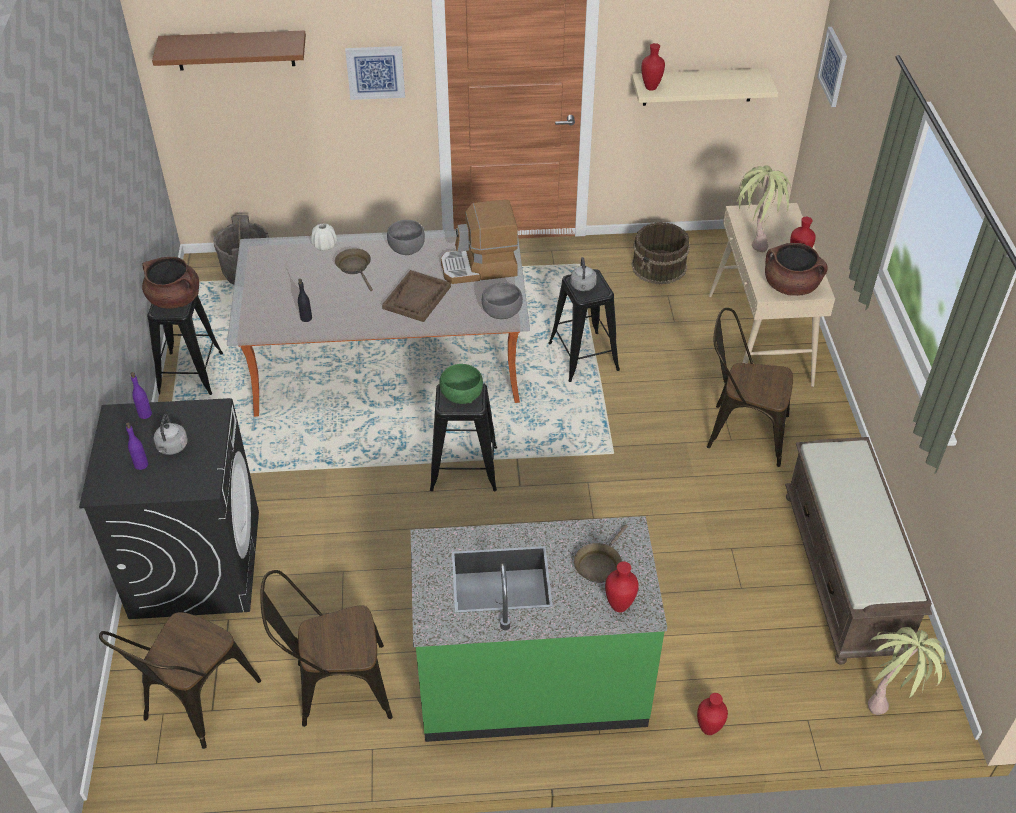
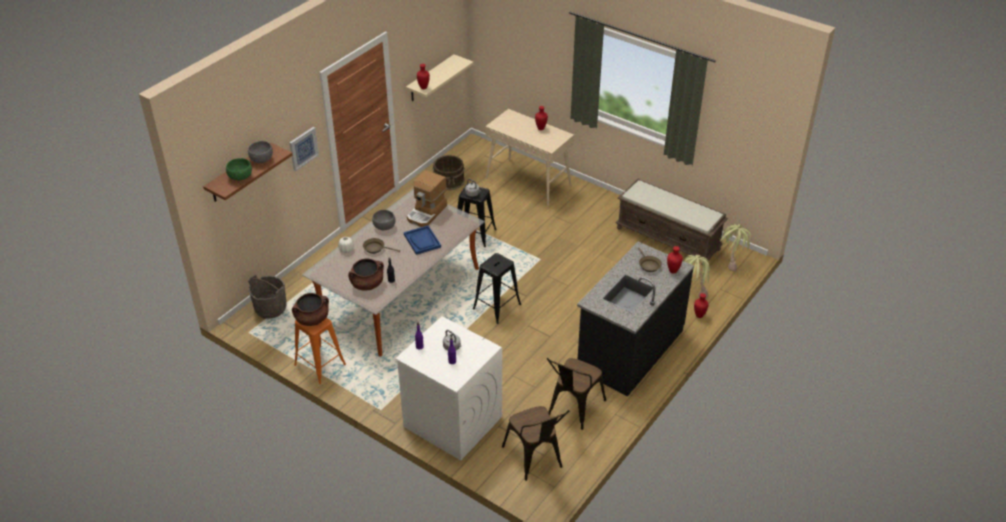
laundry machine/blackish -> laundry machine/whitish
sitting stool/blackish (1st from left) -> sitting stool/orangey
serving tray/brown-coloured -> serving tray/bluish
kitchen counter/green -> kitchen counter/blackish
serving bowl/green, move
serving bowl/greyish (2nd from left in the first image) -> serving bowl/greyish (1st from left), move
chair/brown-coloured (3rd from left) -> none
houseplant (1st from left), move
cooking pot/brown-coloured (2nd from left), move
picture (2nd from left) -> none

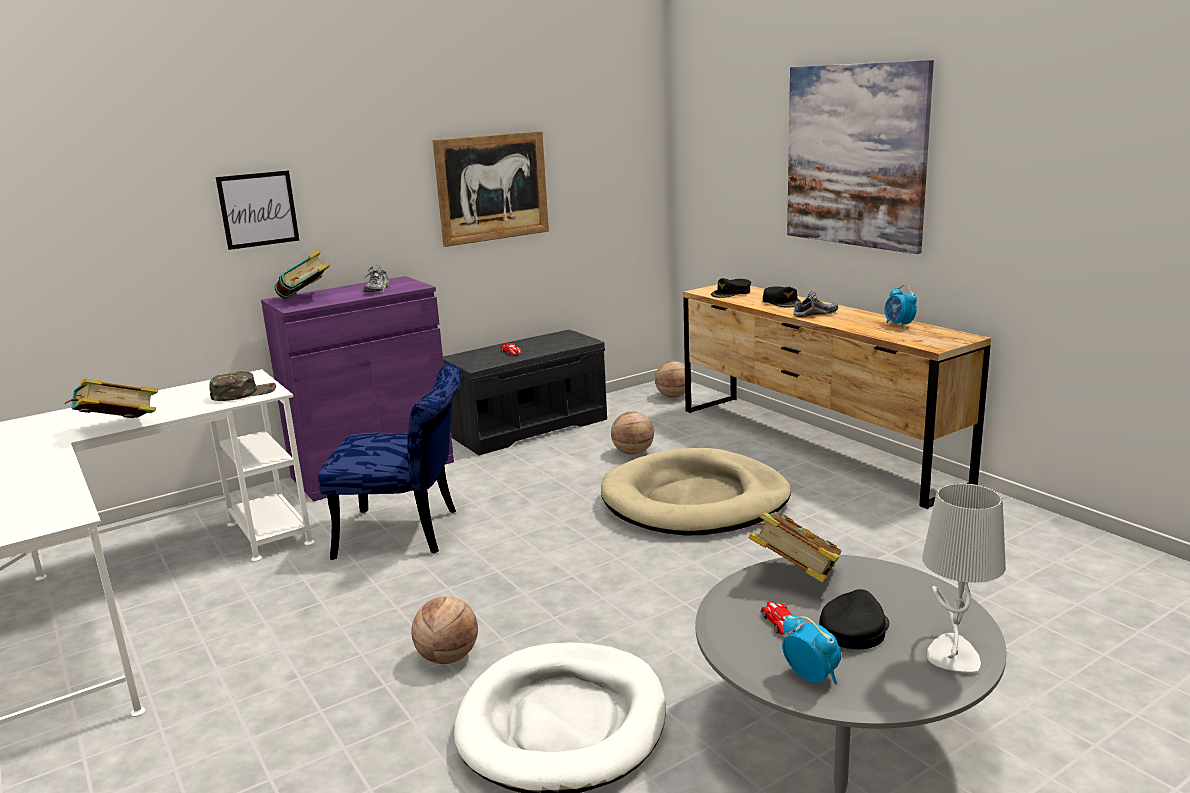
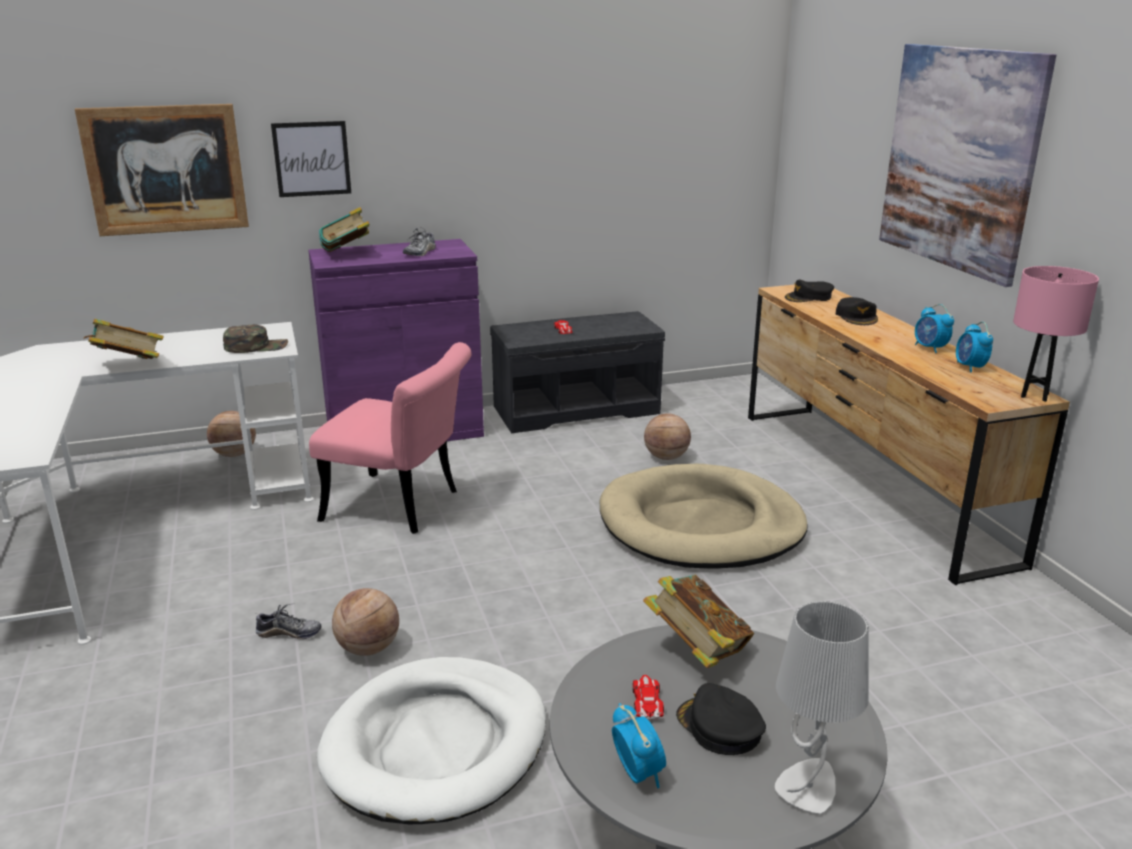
chair/bluish -> chair/pink
picture (2nd from left in the first image) -> picture (1st from left), move
basketball ball (3rd from left in the first image) -> basketball ball (1st from left), move
shoe (2nd from left in the first image) -> shoe (1st from left), move
peaked cap/blackish (3rd from left in the first image) -> peaked cap/blackish (1st from left), 90 degrees counterclockwise
none -> alarm clock (2nd from left)
none -> tabletop lamp/pink

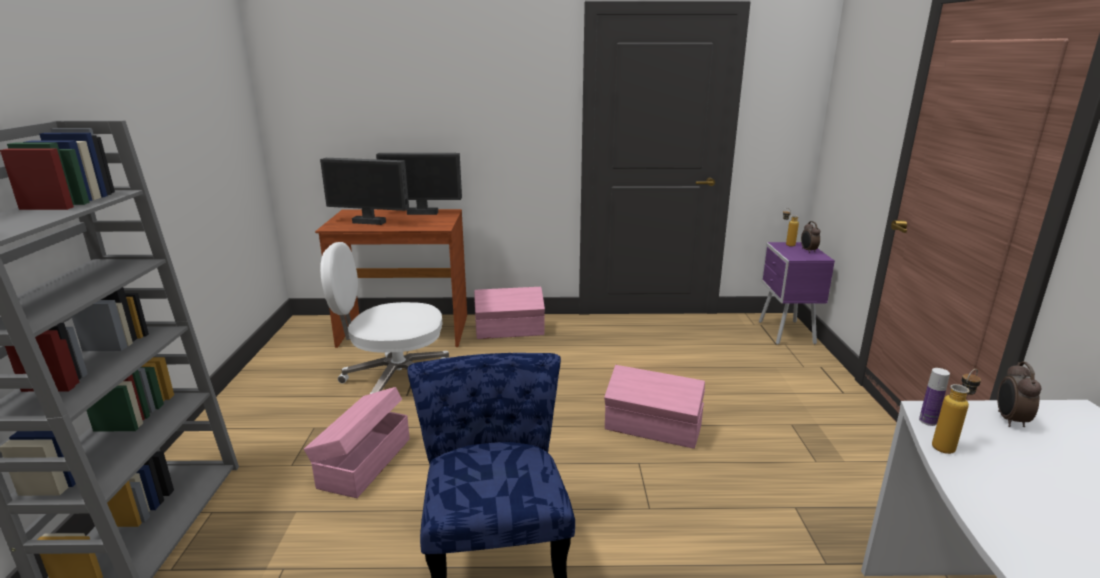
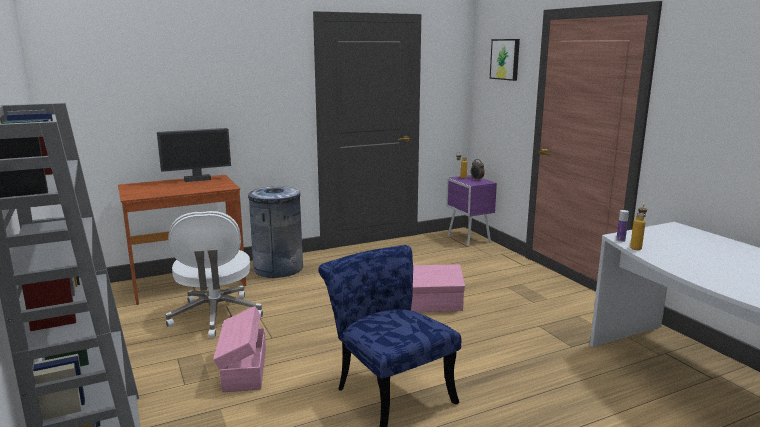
monitor (1st from left) -> none
office chair/whitish, 75 degrees counterclockwise
storage container/pink (2nd from left) -> waste bin/greyish
alarm clock (2nd from left) -> none
none -> picture

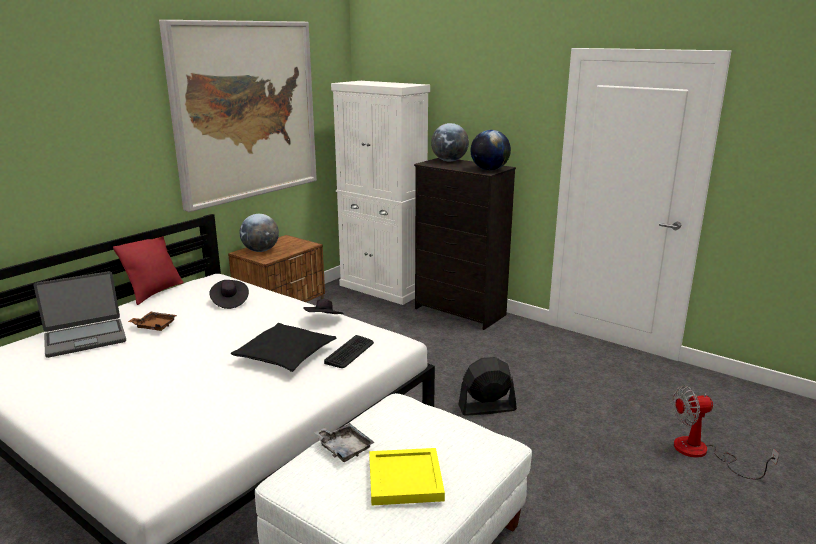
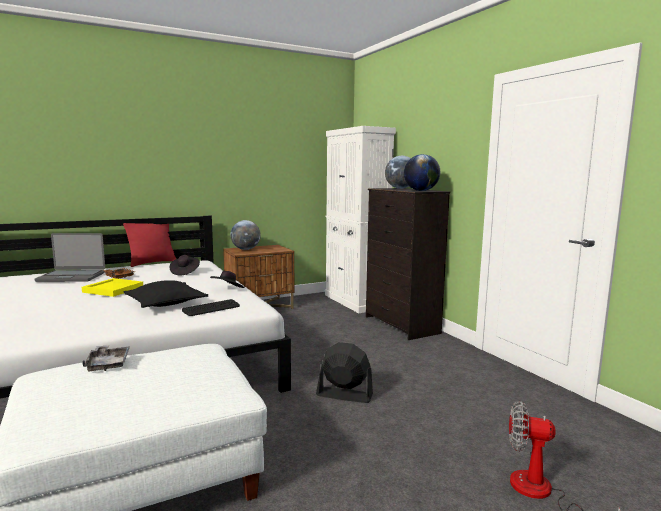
picture -> none
serving tray/yellow-coloured, move

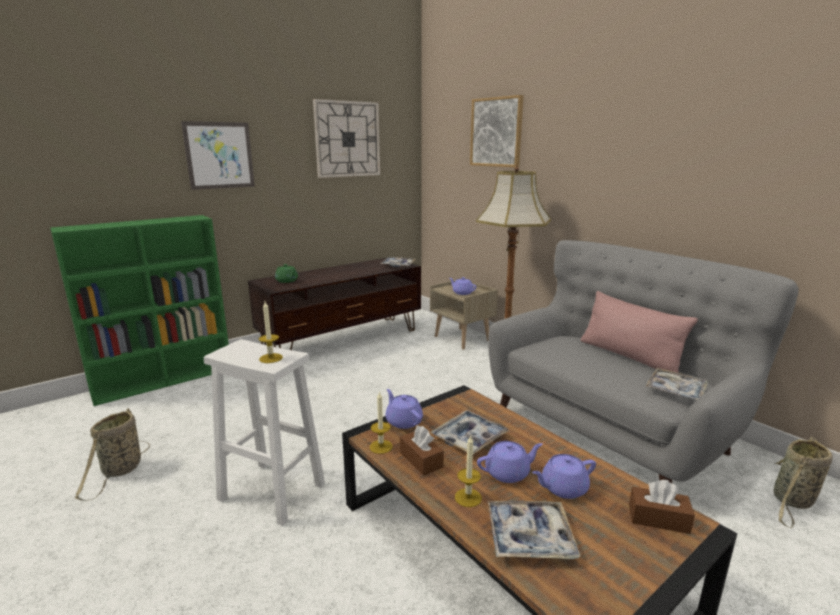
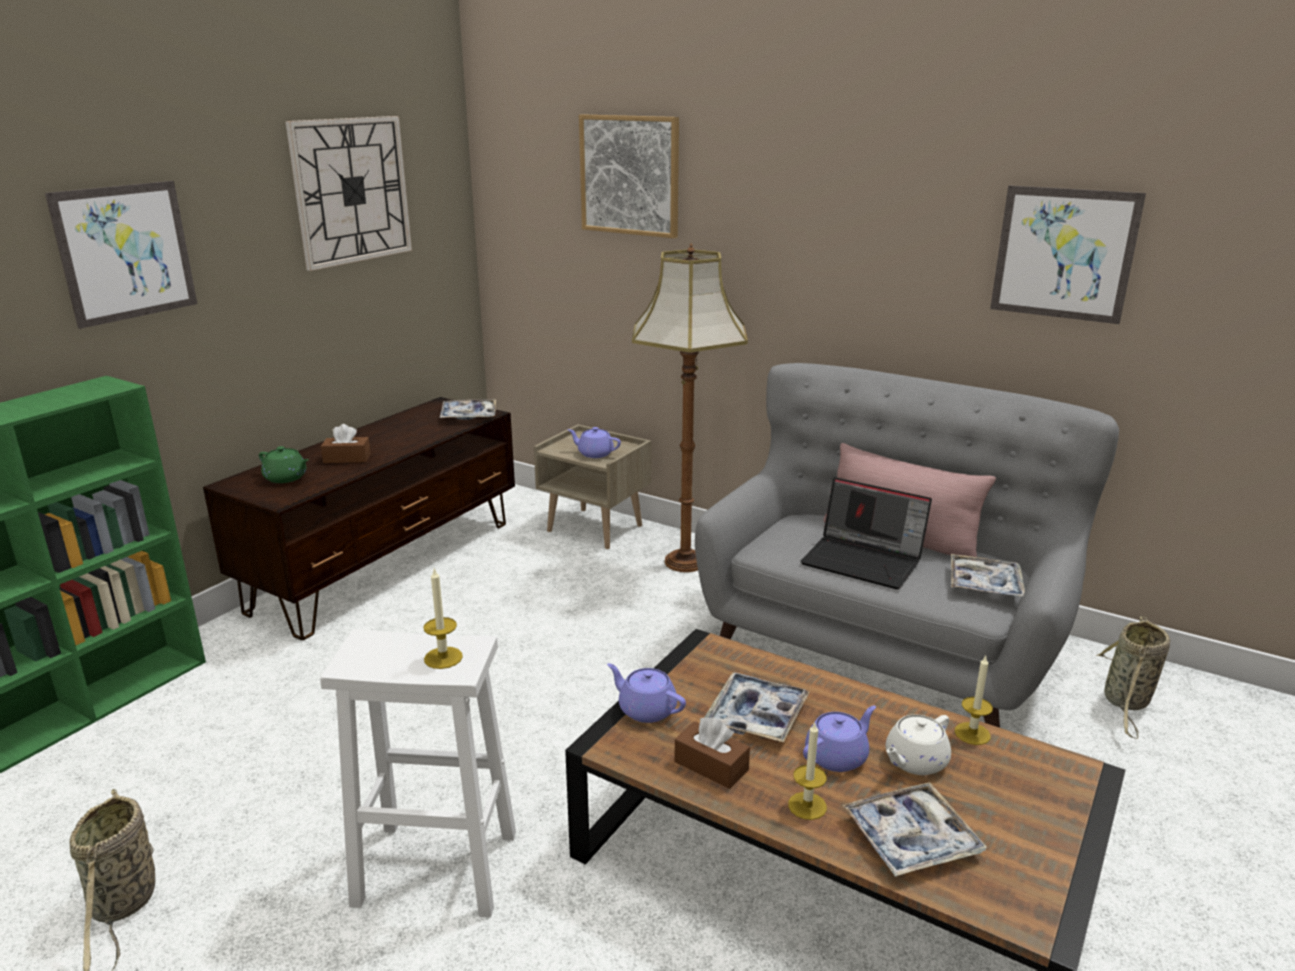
wax candle (2nd from left in the first image) -> wax candle (3rd from left), move
pot for tea/purplish (4th from left) -> pot for tea/whitish
tissue holder/brown-coloured (2nd from left in the first image) -> tissue holder/brown-coloured (1st from left), move
none -> laptop
none -> picture (3rd from left)

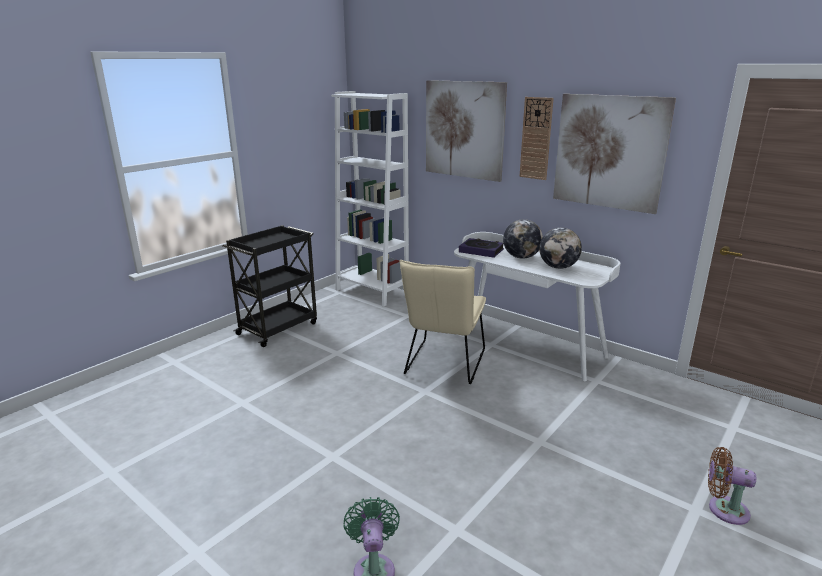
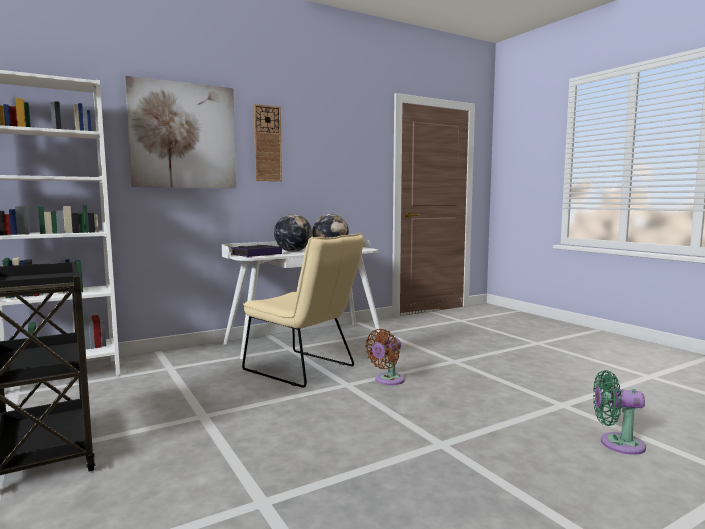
picture (2nd from left) -> none
fan/brown-coloured, move

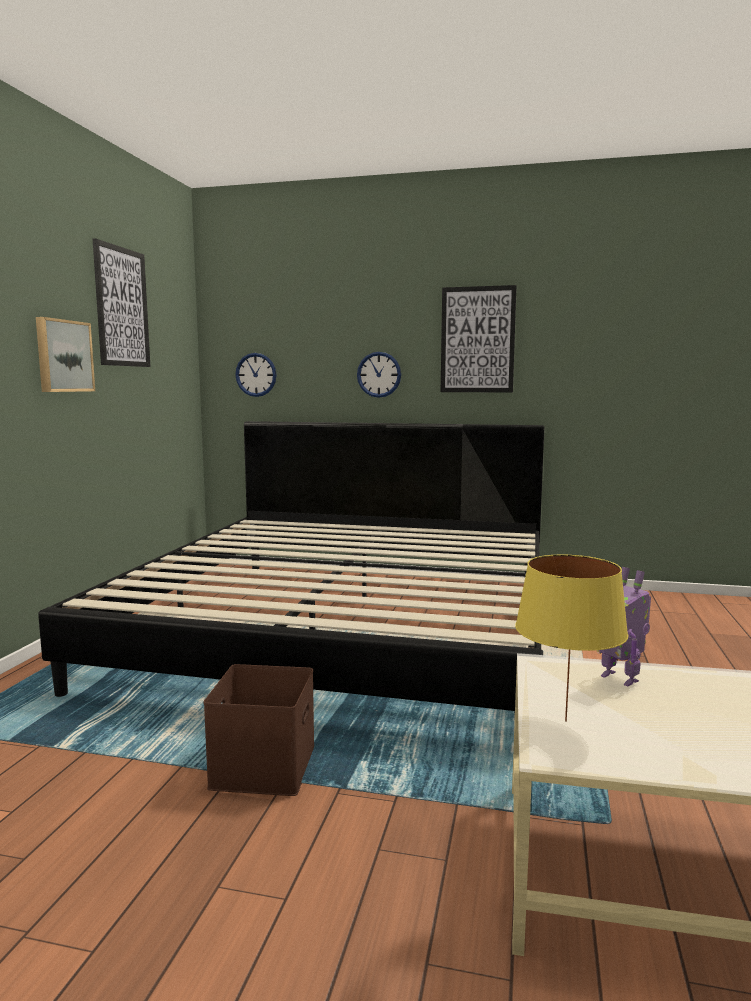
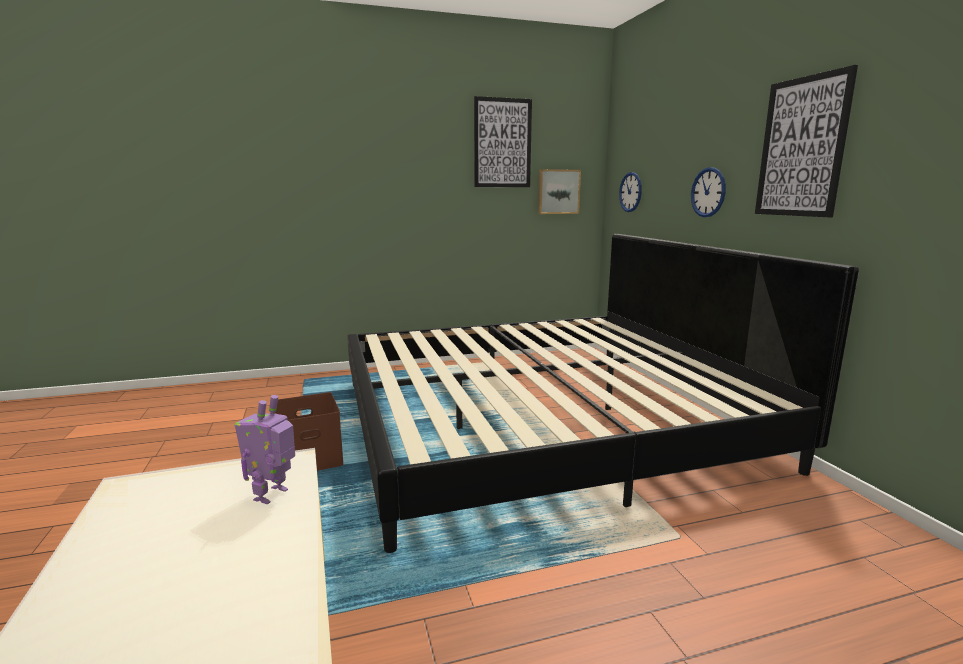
picture (1st from left in the first image) -> picture (2nd from left), move
tabletop lamp/yellow-coloured -> none

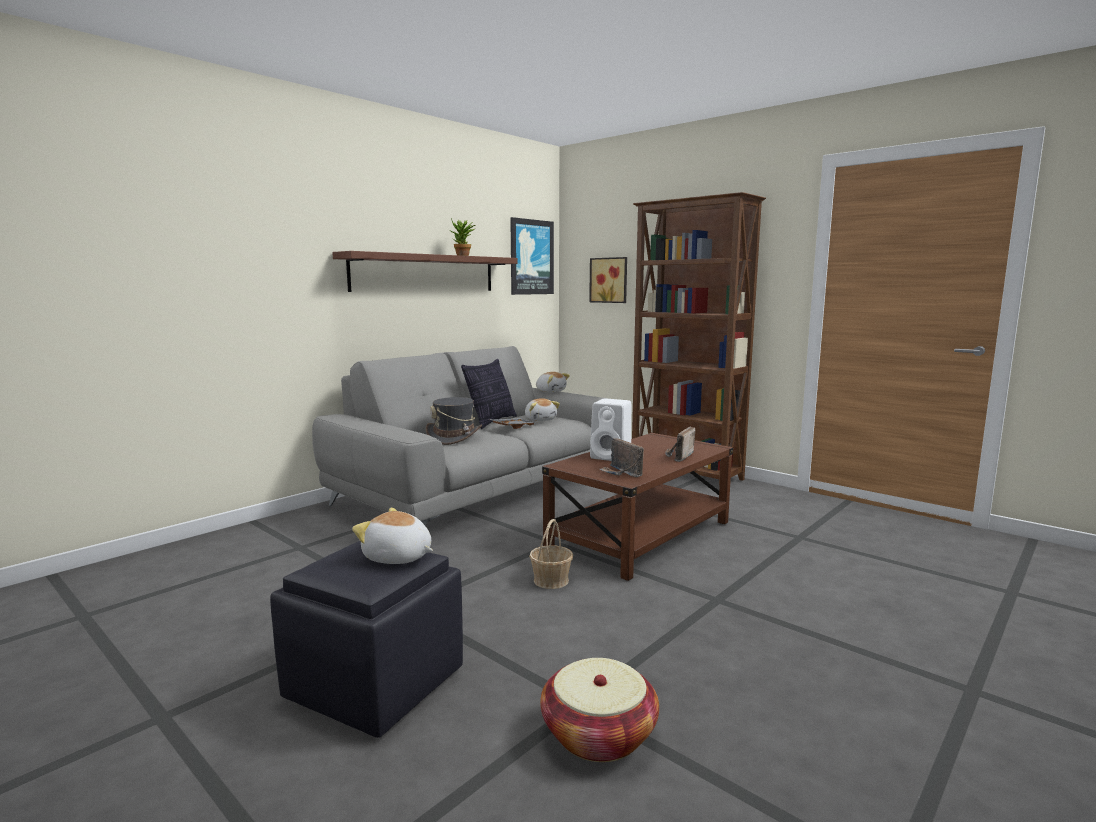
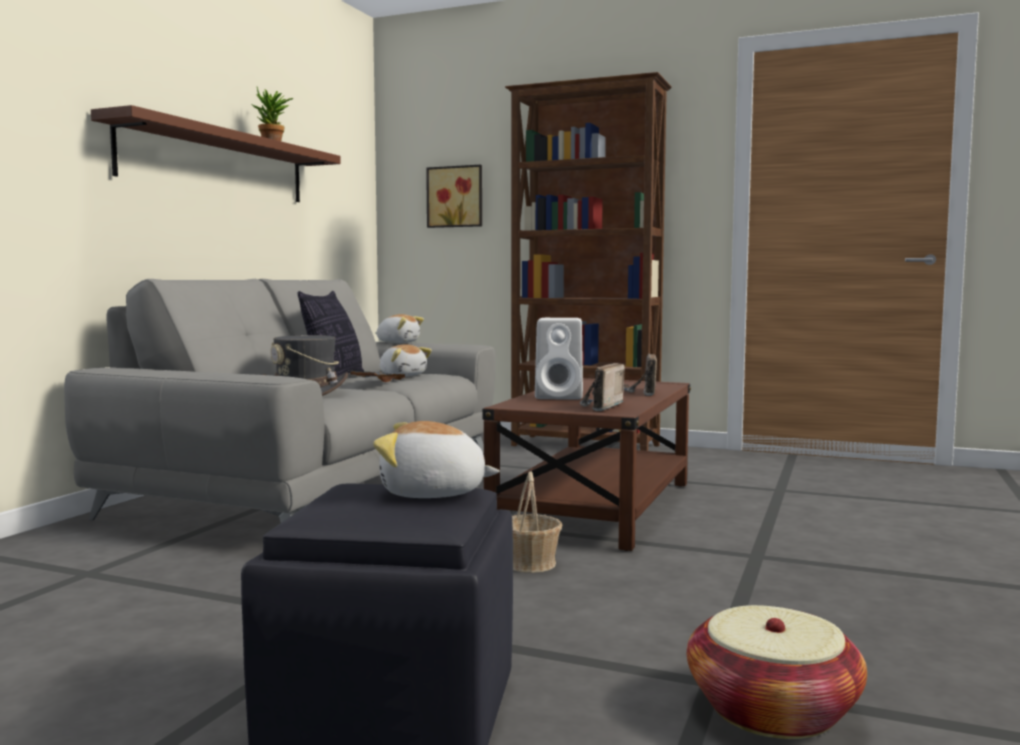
picture (1st from left) -> none
radio set (1st from left), 75 degrees clockwise

